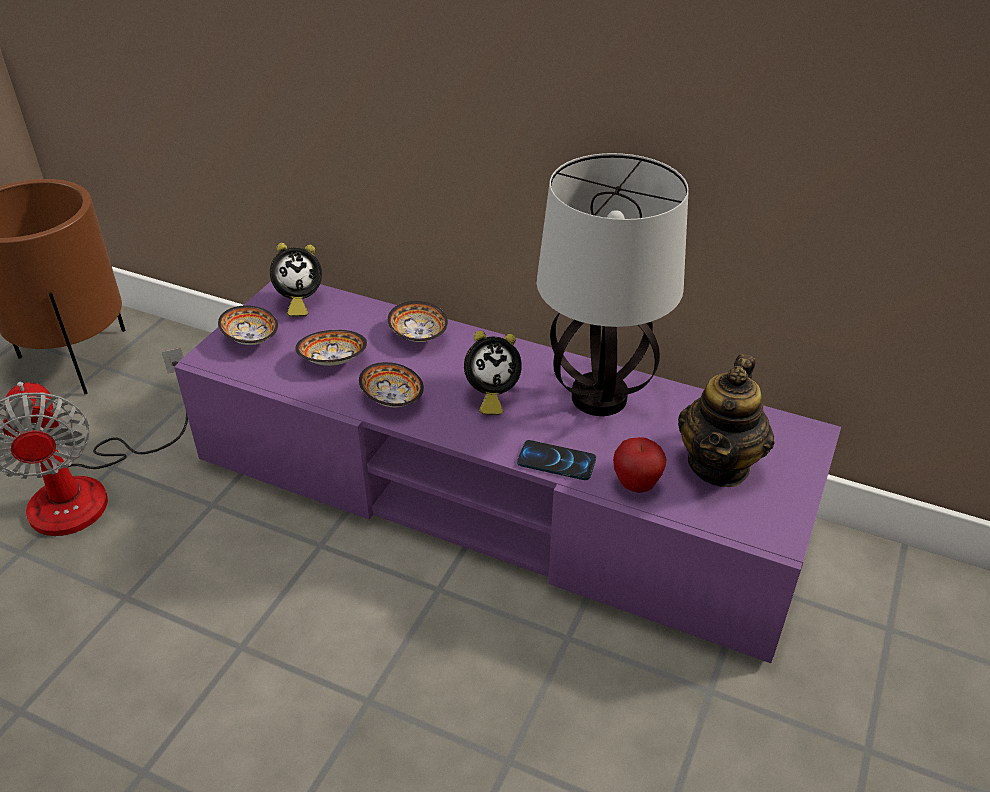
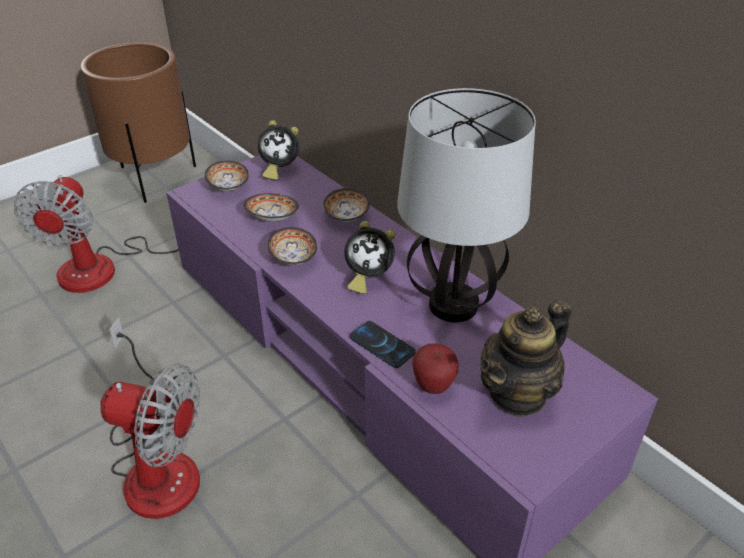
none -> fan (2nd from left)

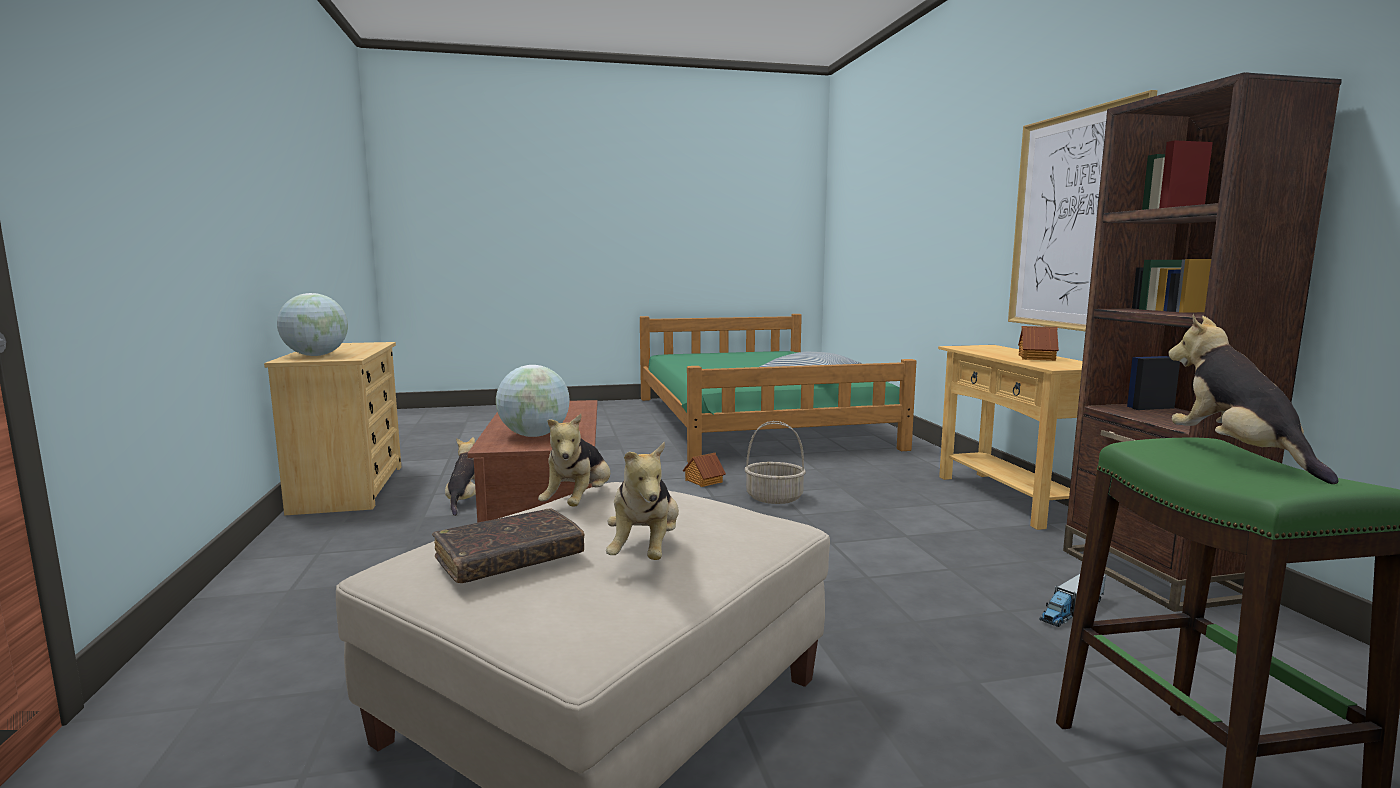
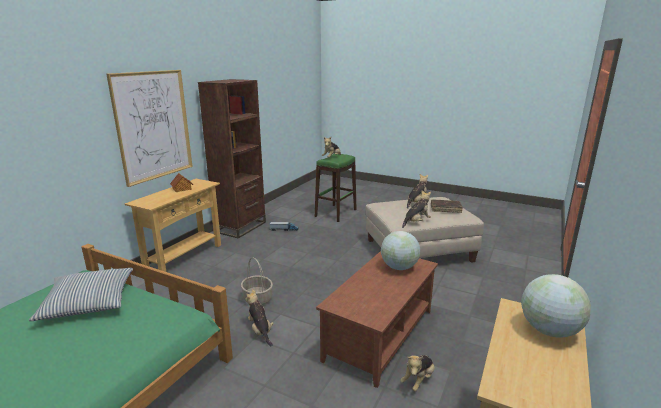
miniature house (1st from left) -> plush toy (1st from left)

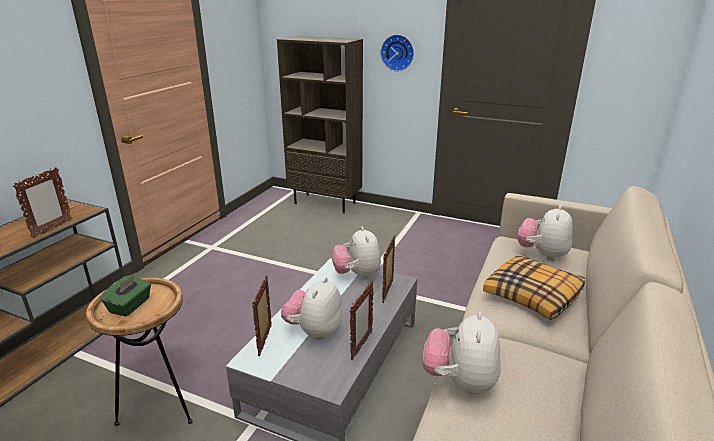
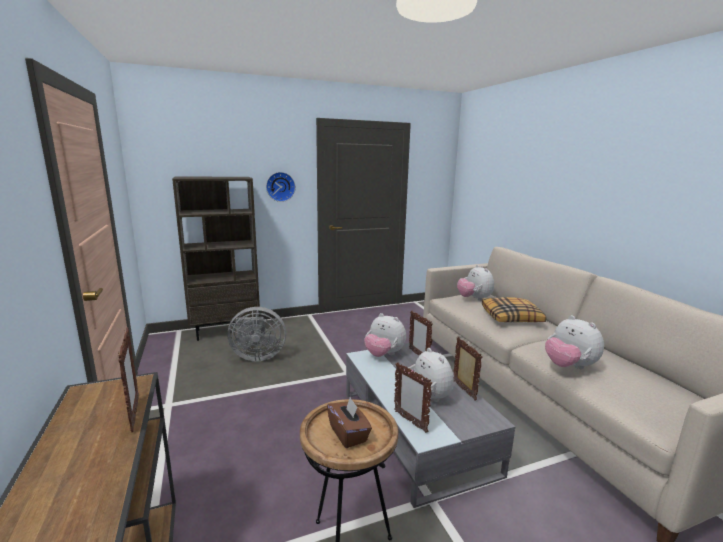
tissue holder/green -> tissue holder/brown-coloured
none -> fan/greyish

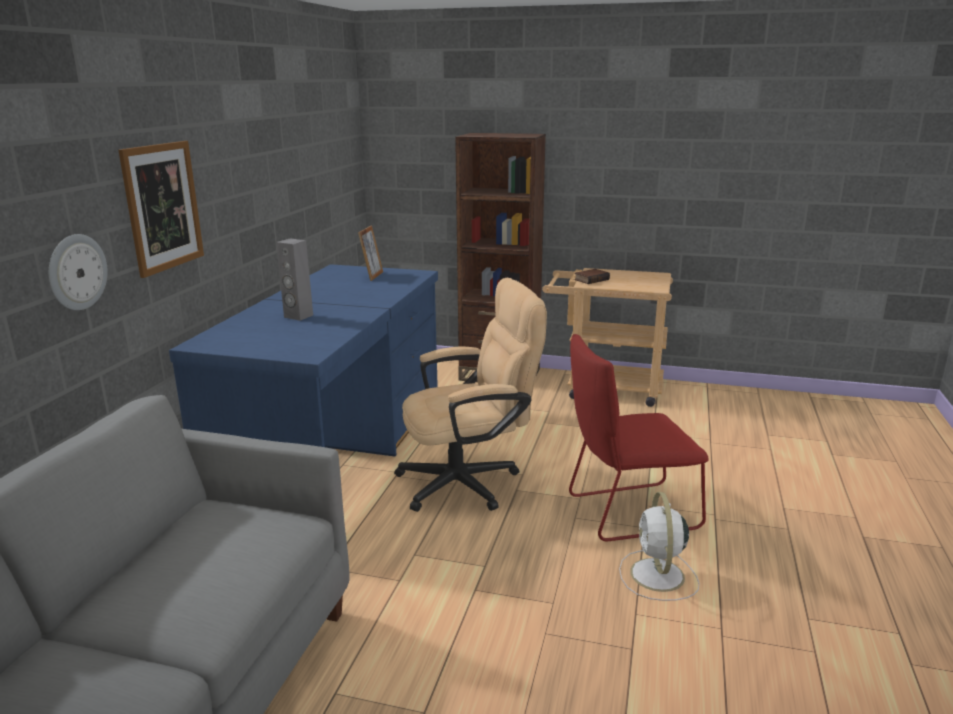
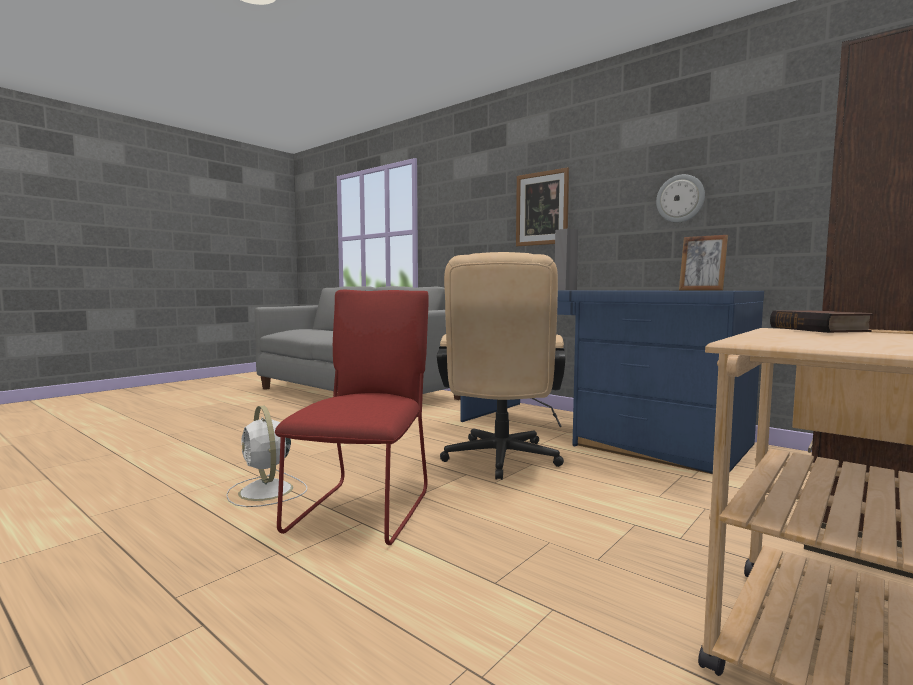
clock on the wall, move
fan/whitish, 150 degrees counterclockwise

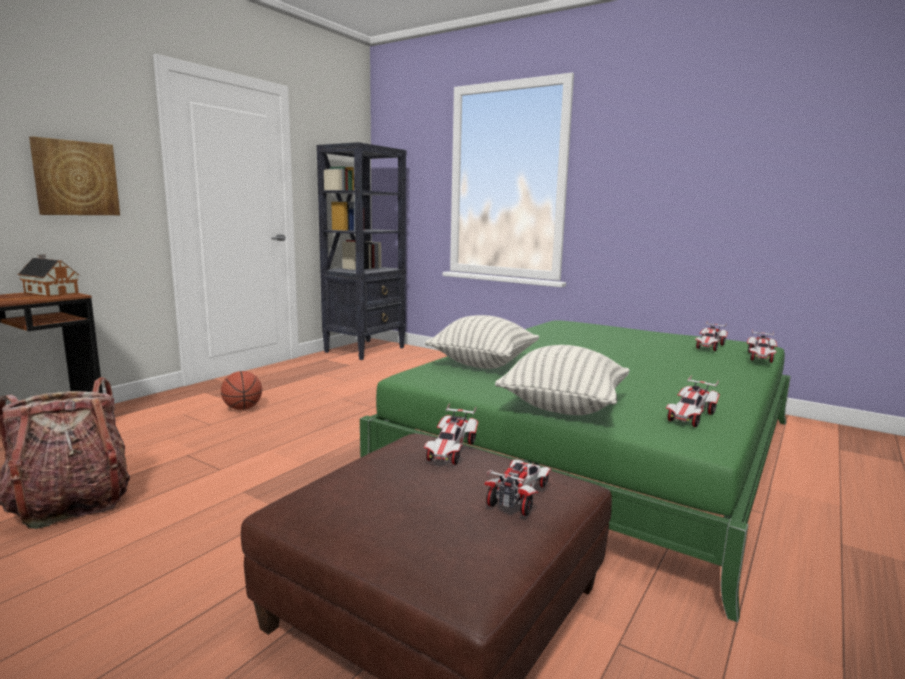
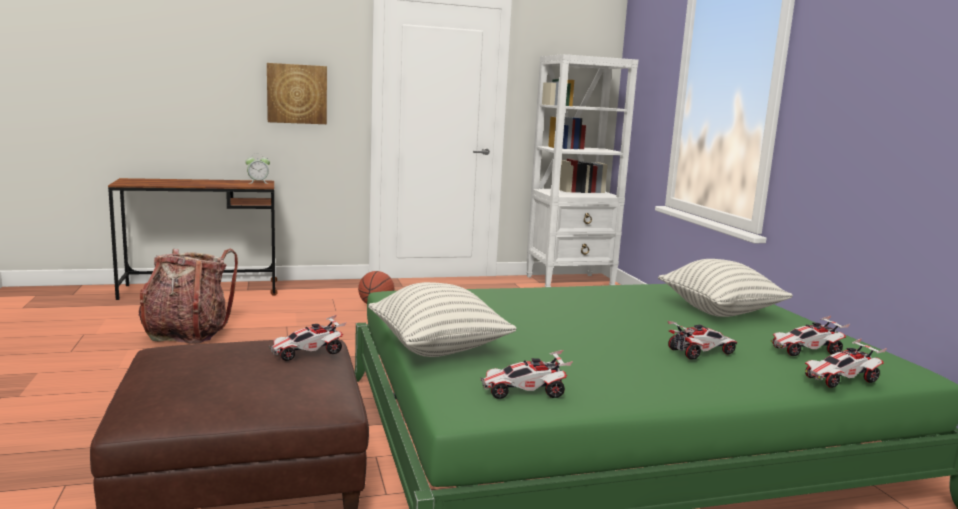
miniature house -> alarm clock
shelving unit/blackish -> shelving unit/whitish
pillow (1st from left in the first image) -> pillow (2nd from left), move
model car (2nd from left in the first image) -> model car (3rd from left), move

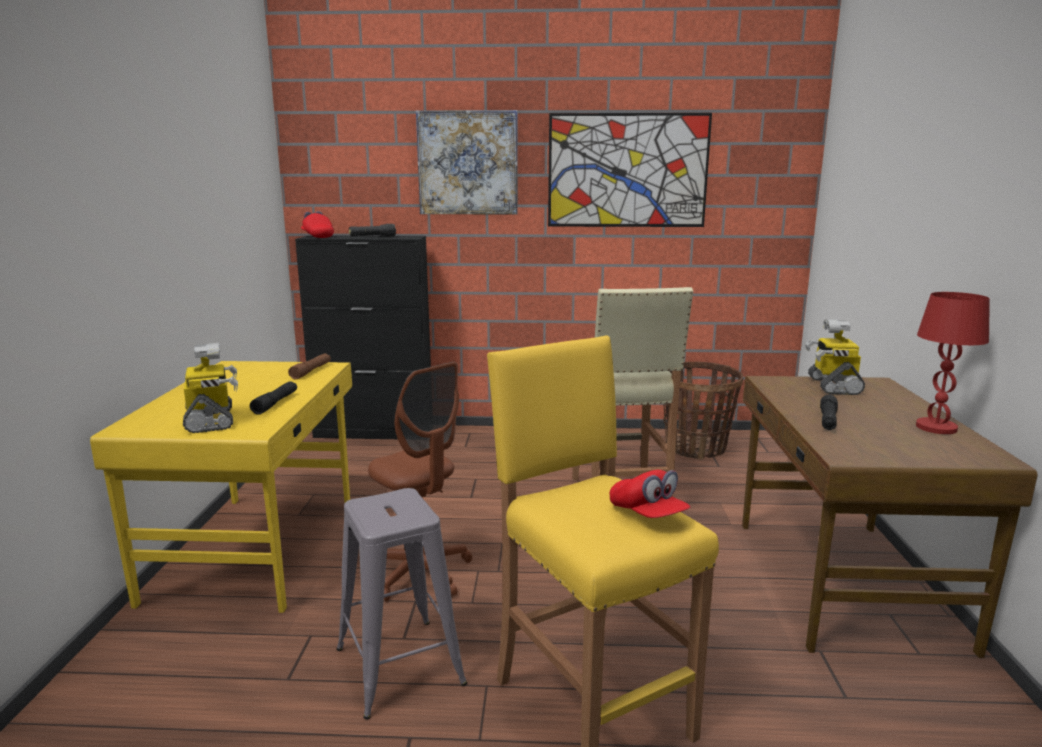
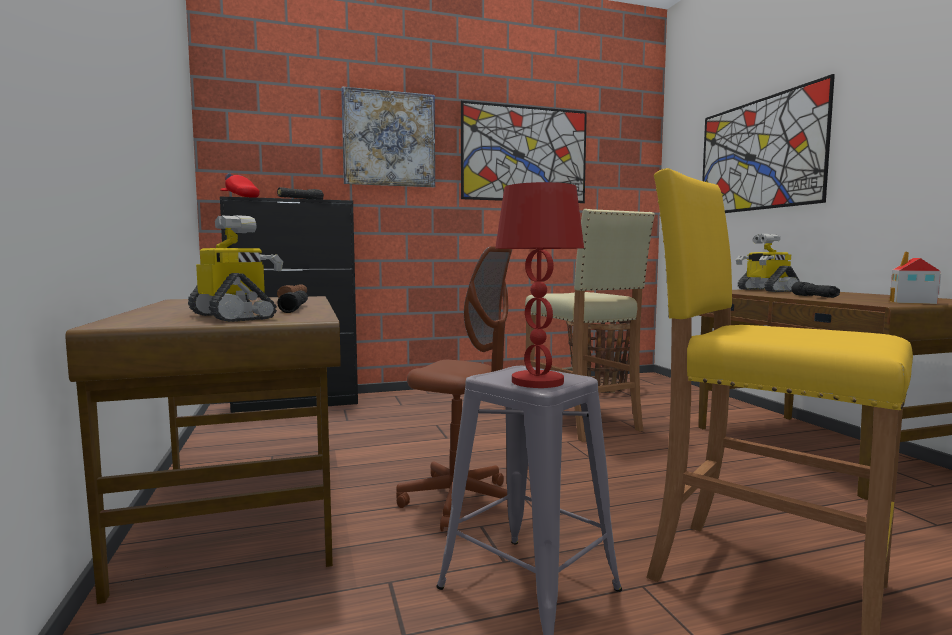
desk/yellow-coloured -> desk/brown-coloured (1st from left)
peaked cap/reddish (2nd from left) -> none
tabletop lamp/reddish, move
none -> picture (3rd from left)
none -> miniature house

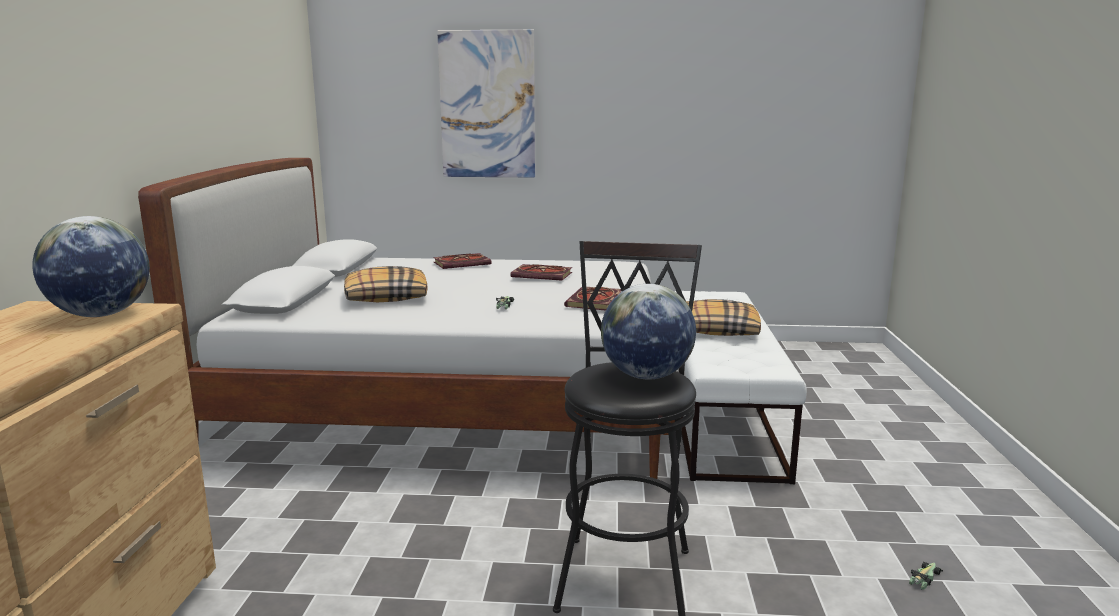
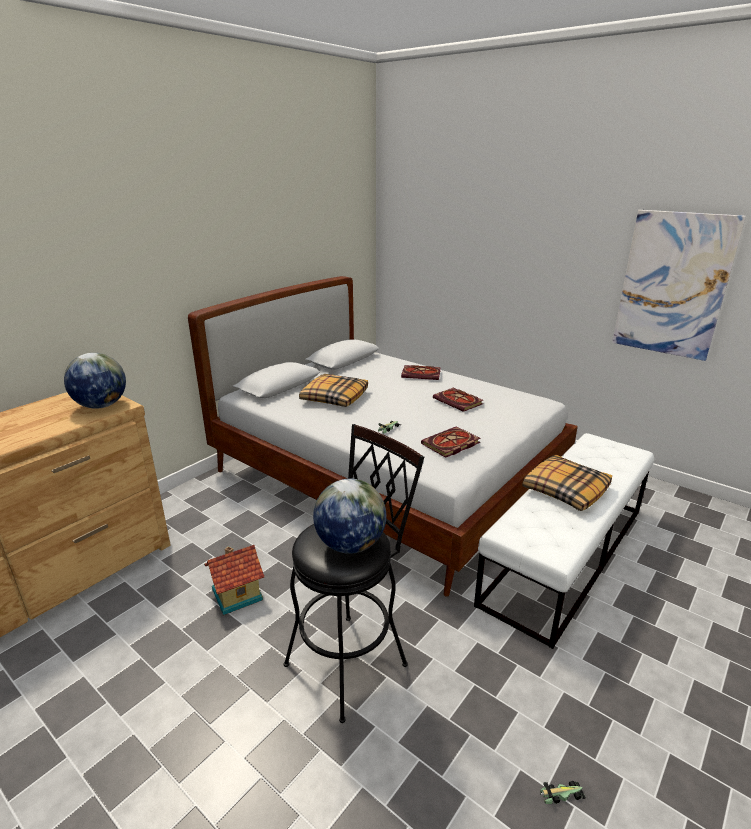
picture, move
none -> miniature house

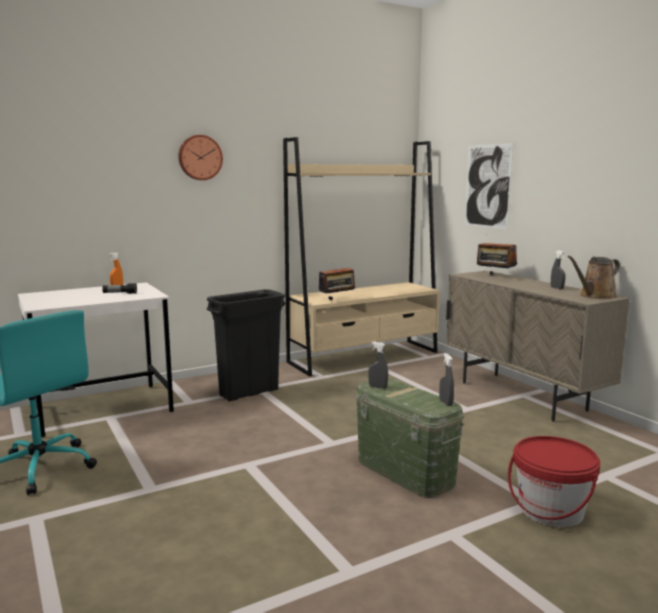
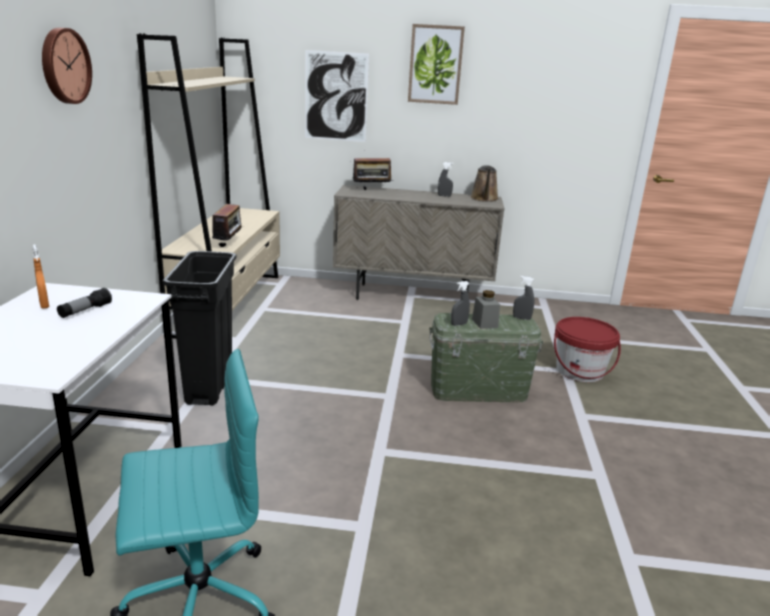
none -> picture (2nd from left)
none -> storage jar/greyish

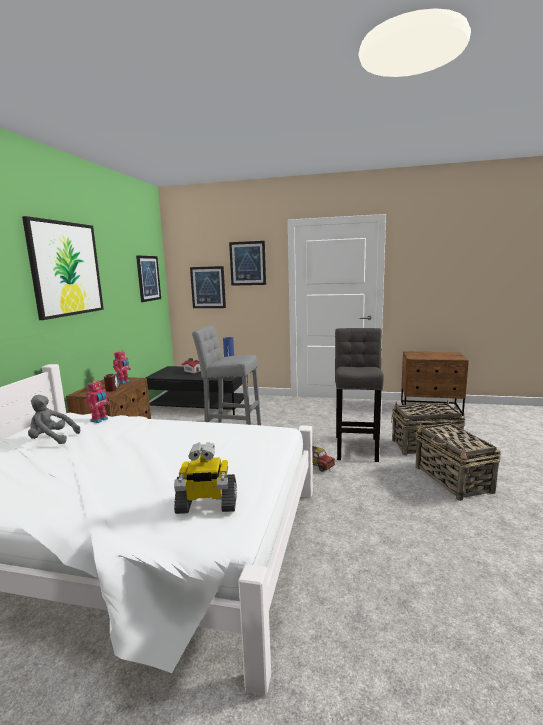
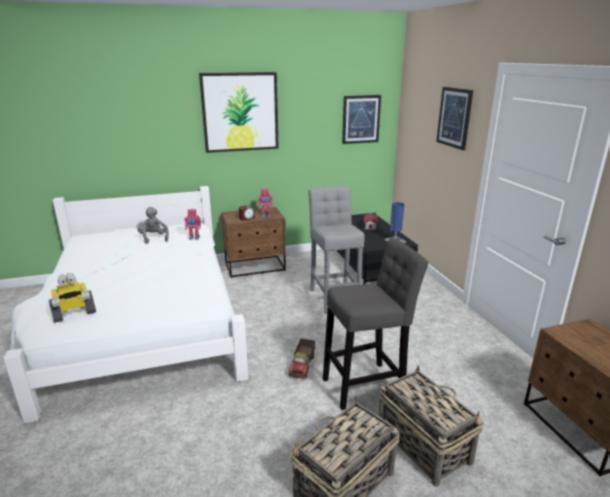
robot figure (3rd from left in the first image) -> robot figure (1st from left), 90 degrees counterclockwise
picture (3rd from left) -> none

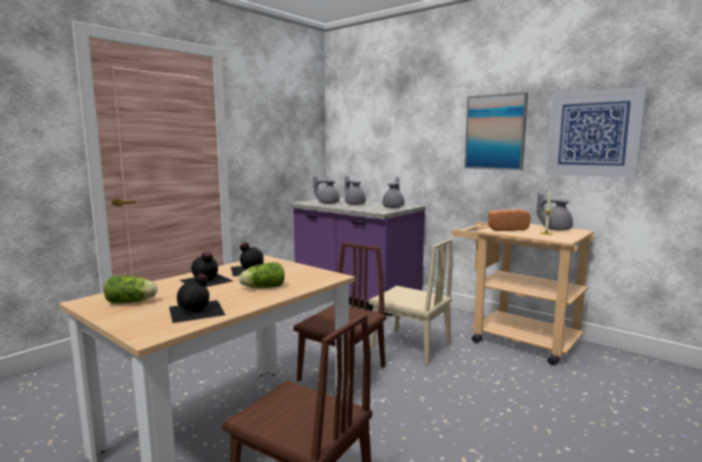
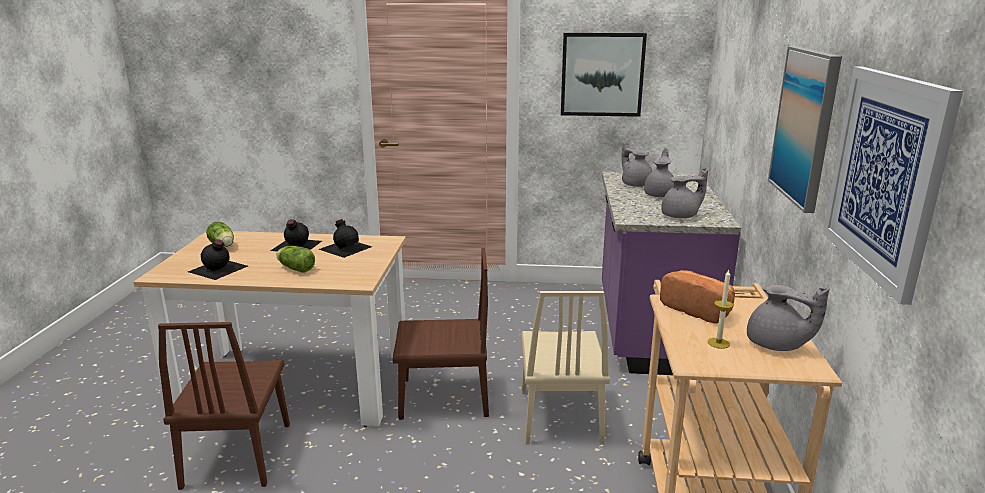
pot for tea/greyish (4th from left), 135 degrees clockwise
none -> picture (1st from left)

